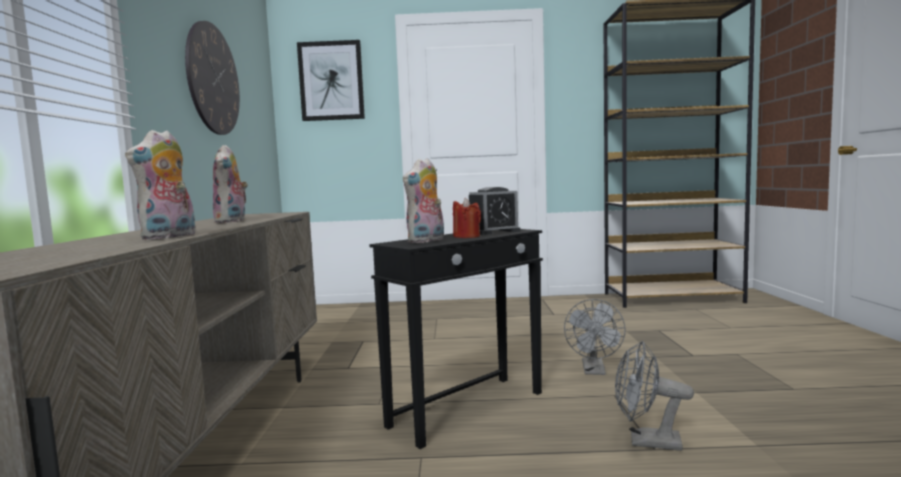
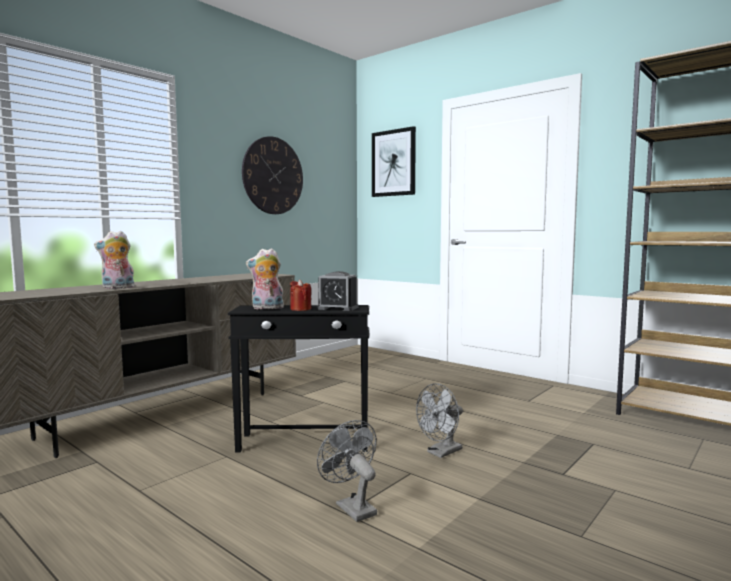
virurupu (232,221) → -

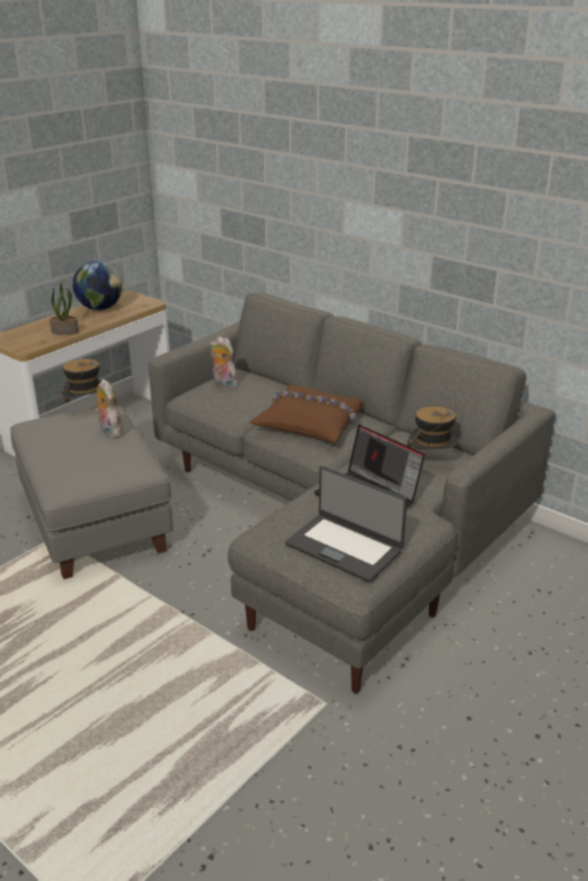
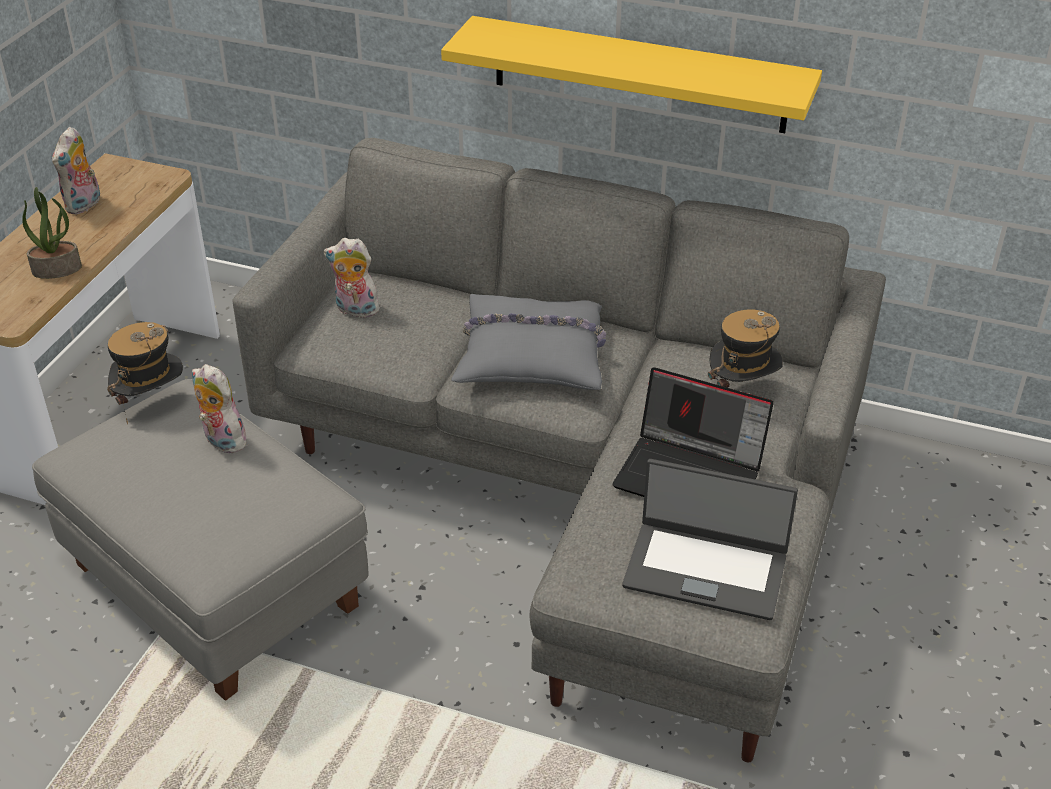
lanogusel (100,308) → virurupu (84,205)
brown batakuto (311,423) → grey batakuto (532,355)
- → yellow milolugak (639,75)

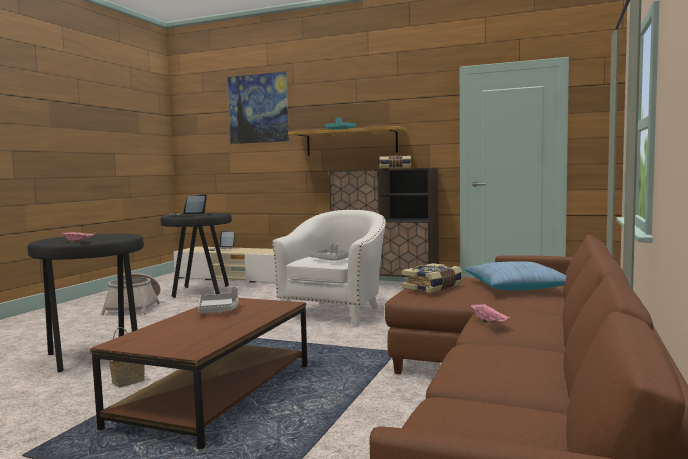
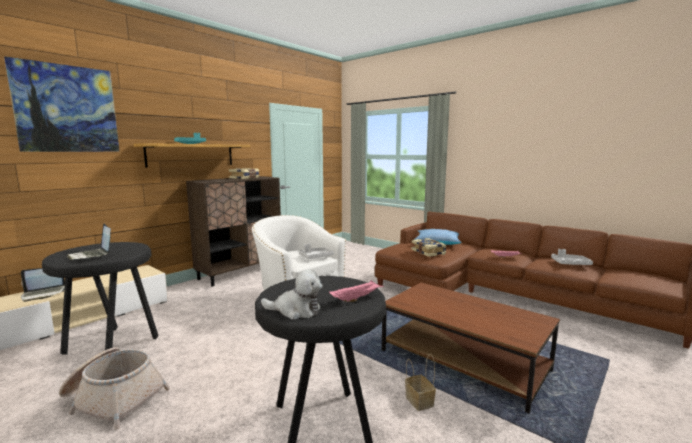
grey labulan (219,310) → grey labulan (570,264), relocated
- → virurupu (296,310)

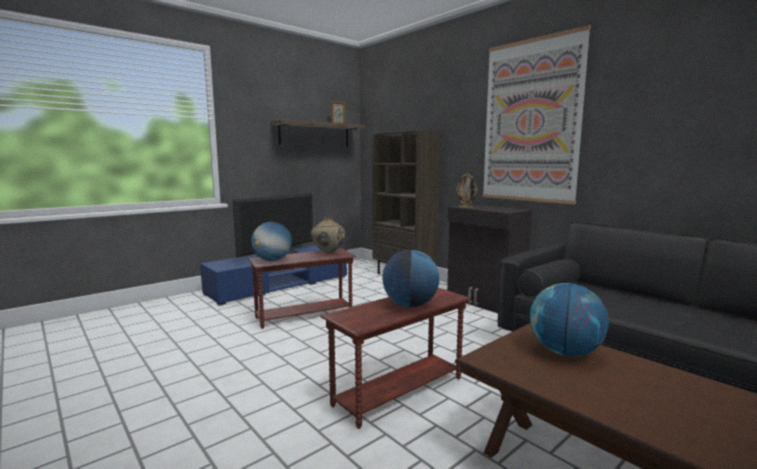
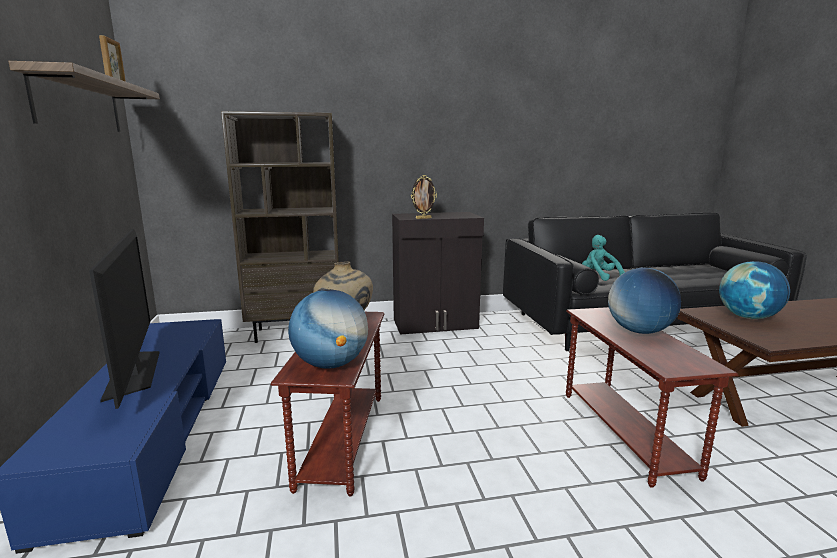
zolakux (530,122) → -
- → turquoise virurupu (599,276)

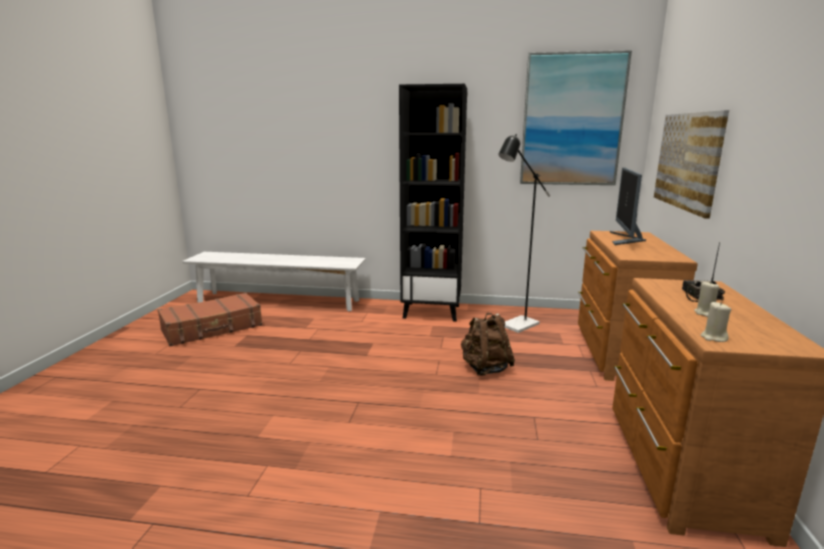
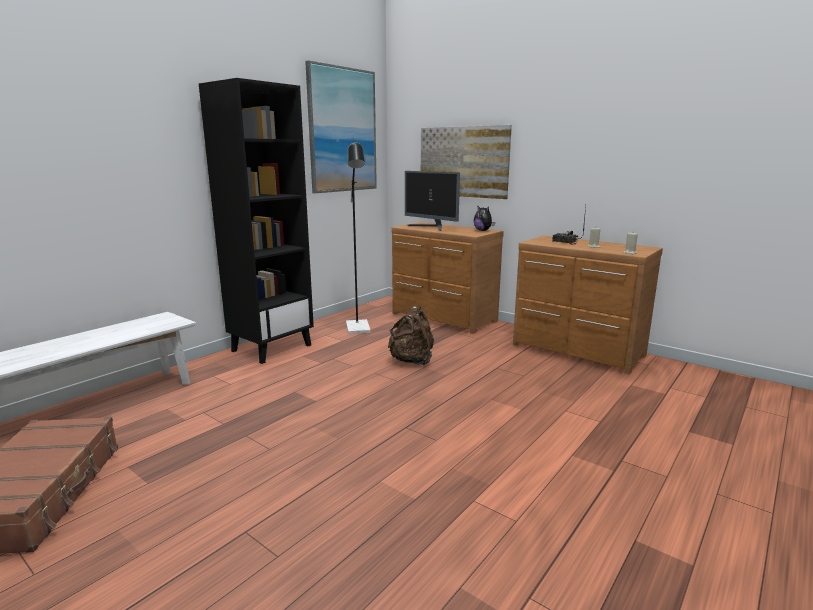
- → virurupu (483,230)

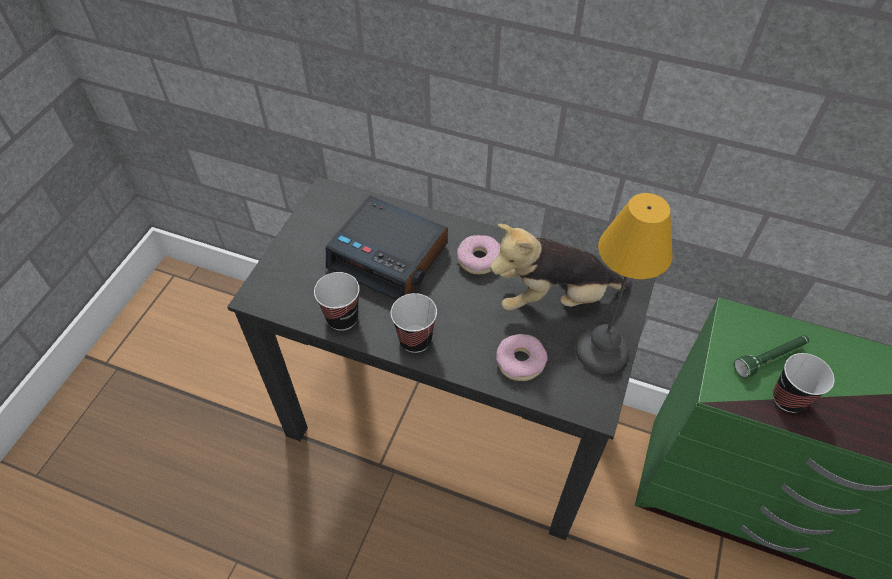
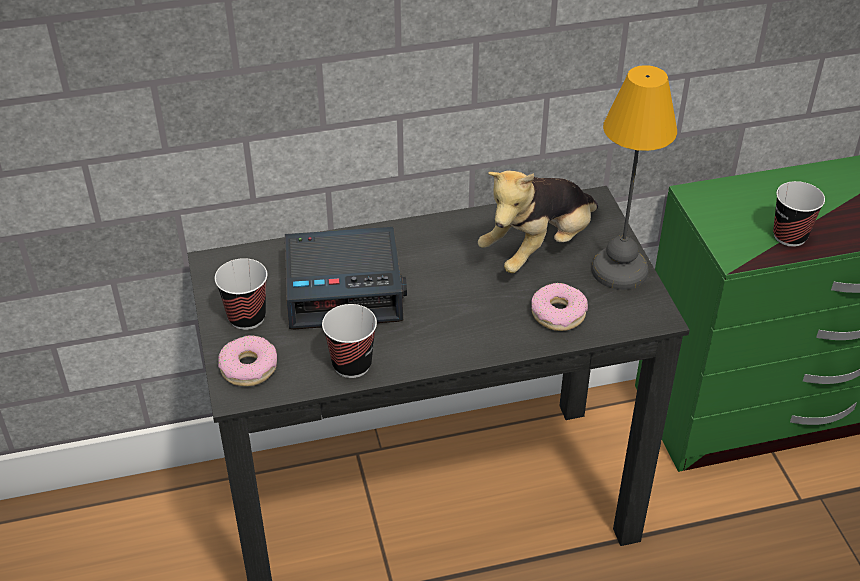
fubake (479,259) → fubake (248,367), relocated
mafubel (415,340) → mafubel (247,317), relocated
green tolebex (770,359) → -

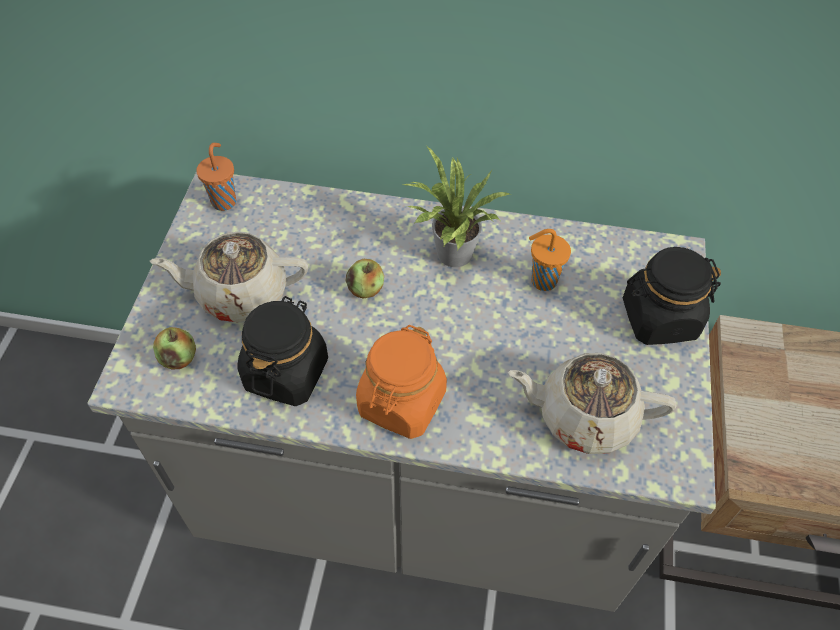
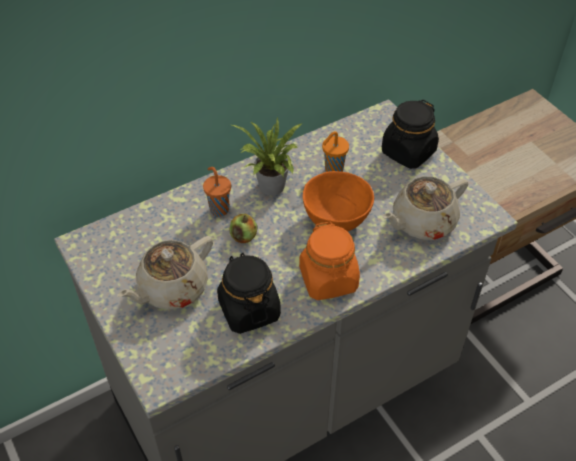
orange mafubel (224,201) → orange mafubel (218,209), relocated
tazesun (179,358) → -
- → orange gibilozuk (335,220)

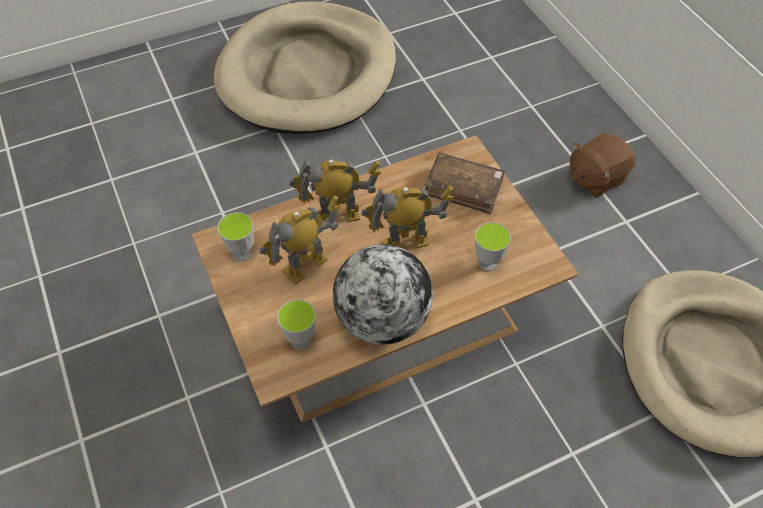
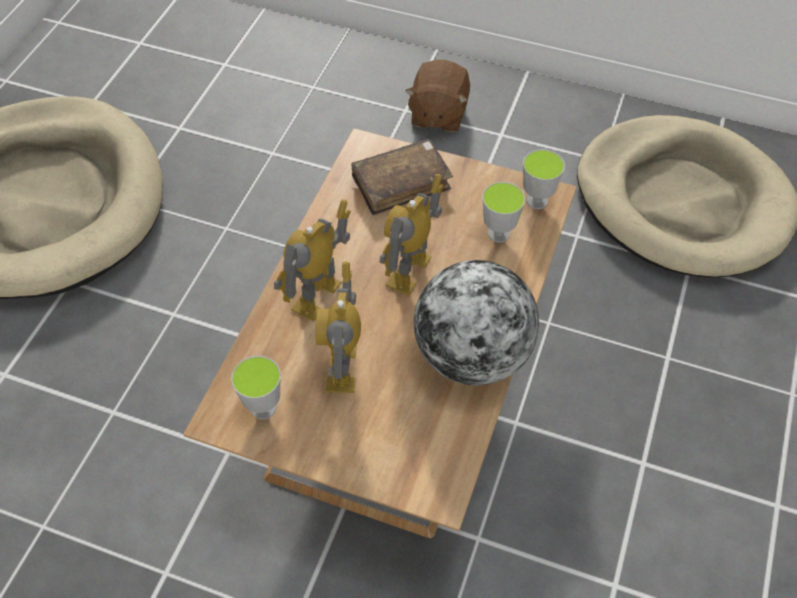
mafubel (300,340) → mafubel (537,201), relocated

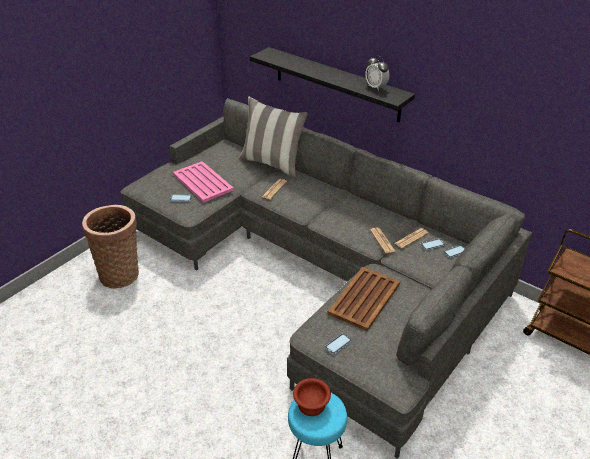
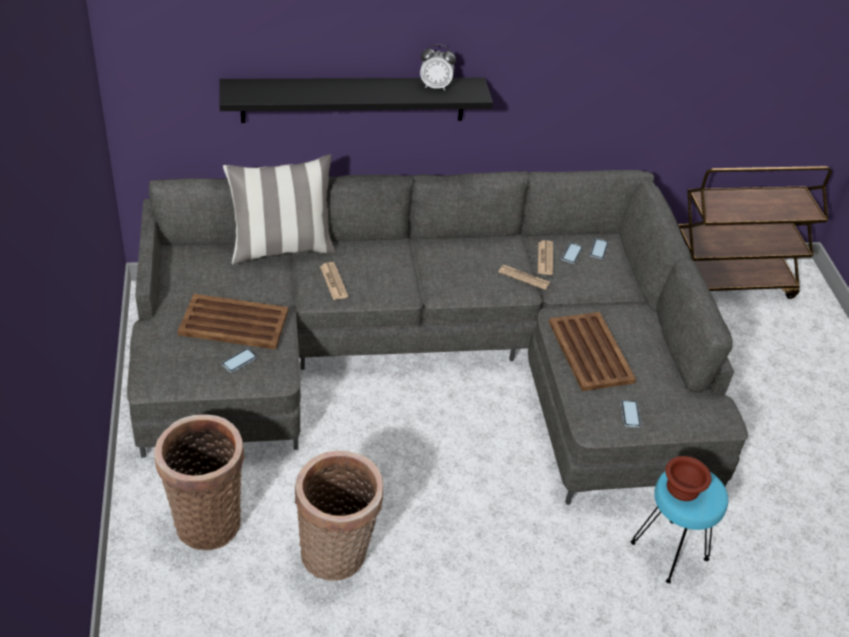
pink labulan (203,182) → brown labulan (235,323)
- → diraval (337,555)

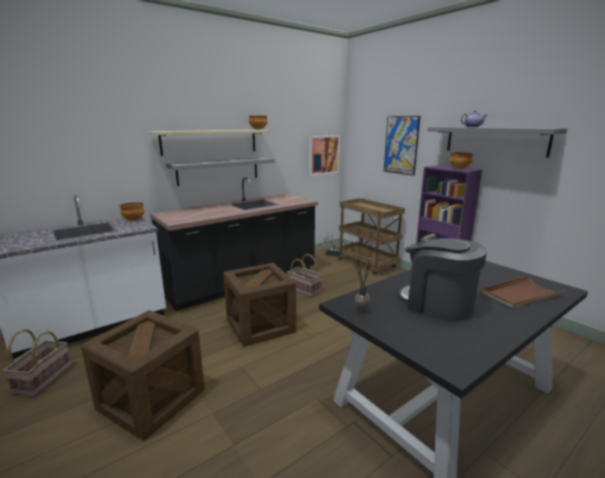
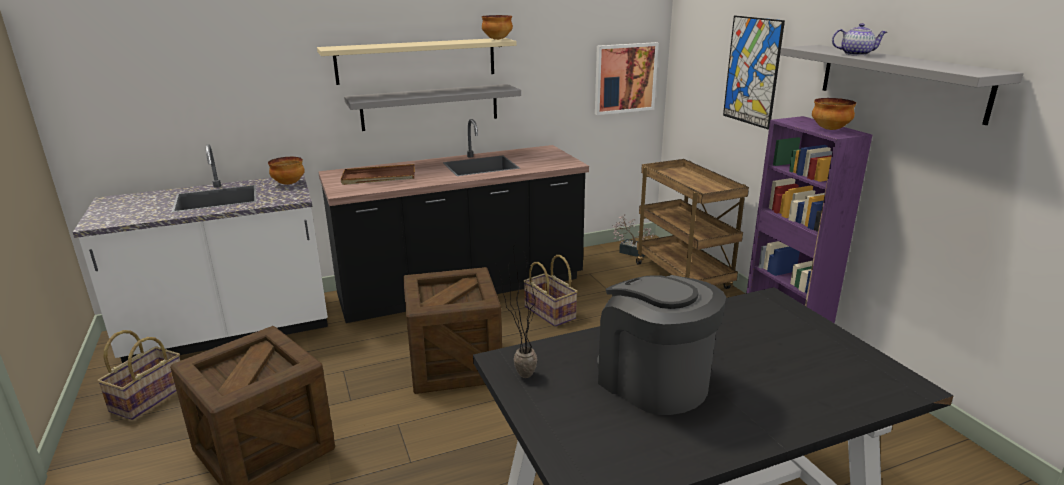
brown labulan (520,294) → brown labulan (378,177), relocated

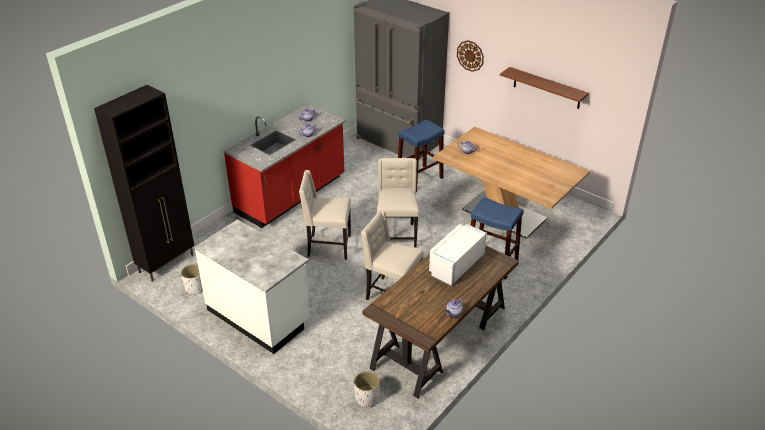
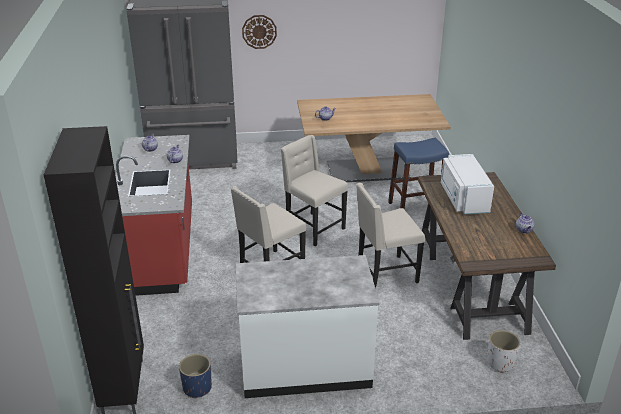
milolugak (546,88) → -
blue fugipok (420,179) → -
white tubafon (195,288) → blue tubafon (197,388)

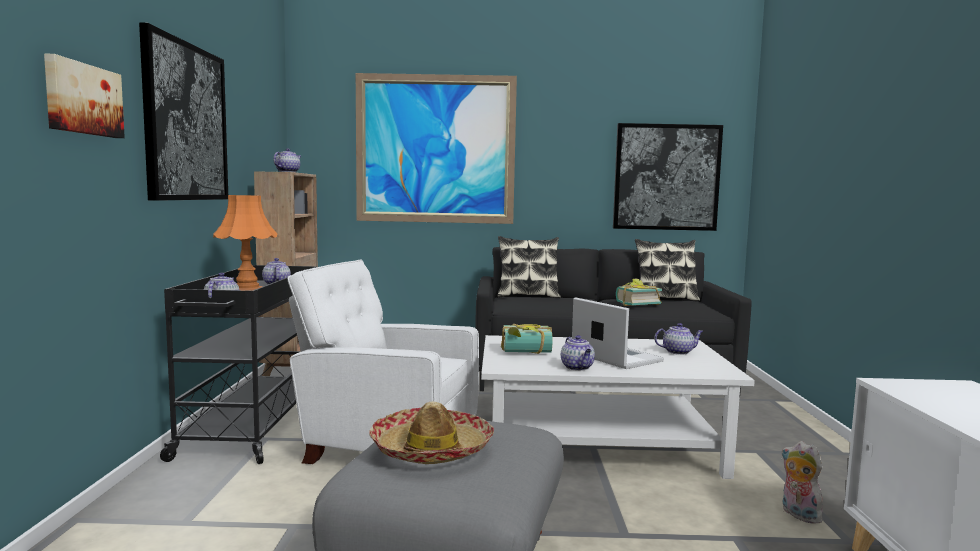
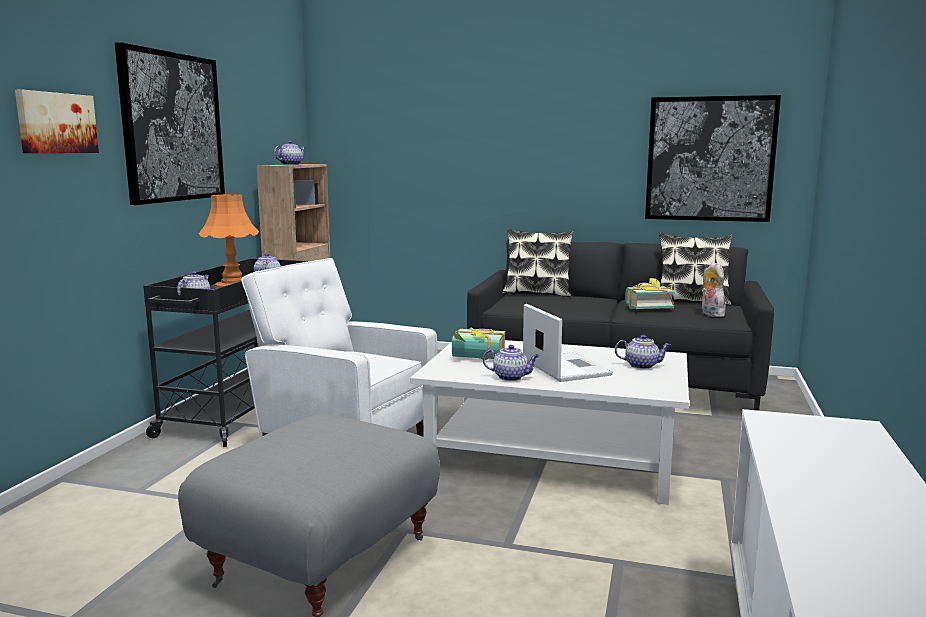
zolakux (435,149) → -
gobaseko (577,368) → gobaseko (511,377), 75 degrees counterclockwise
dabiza (432,449) → -
virurupu (798,515) → virurupu (710,314), relocated

